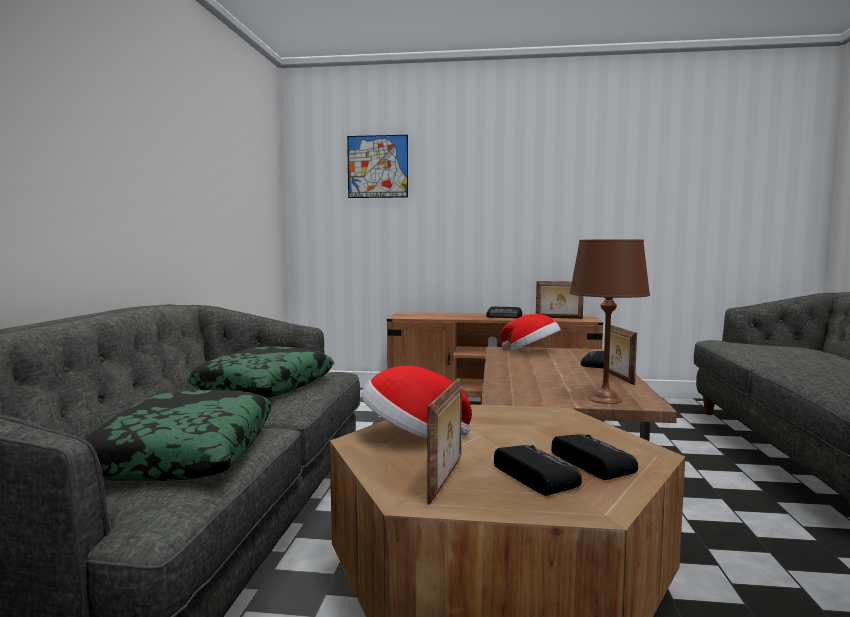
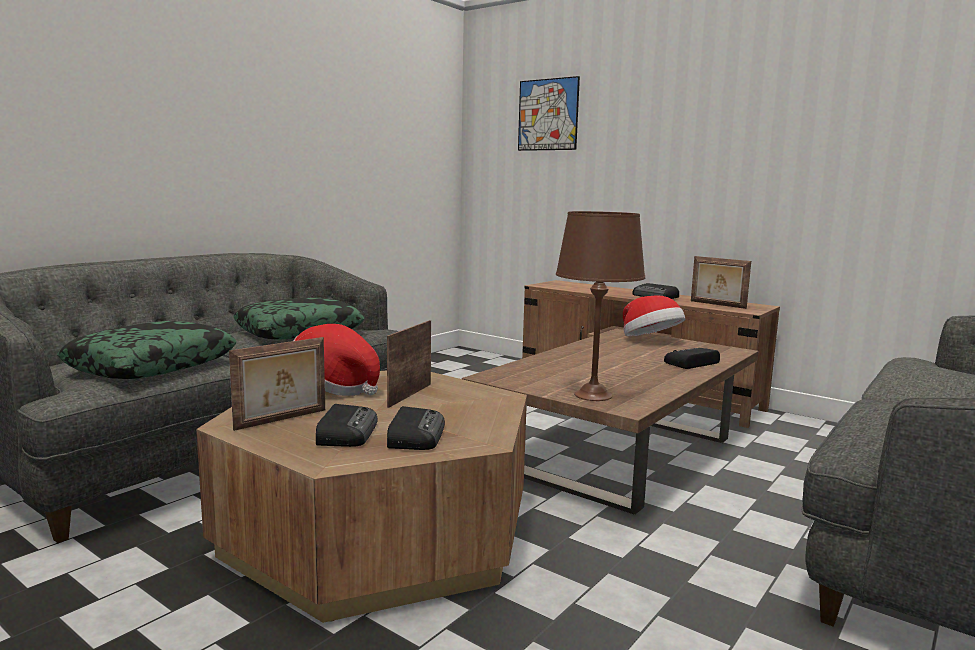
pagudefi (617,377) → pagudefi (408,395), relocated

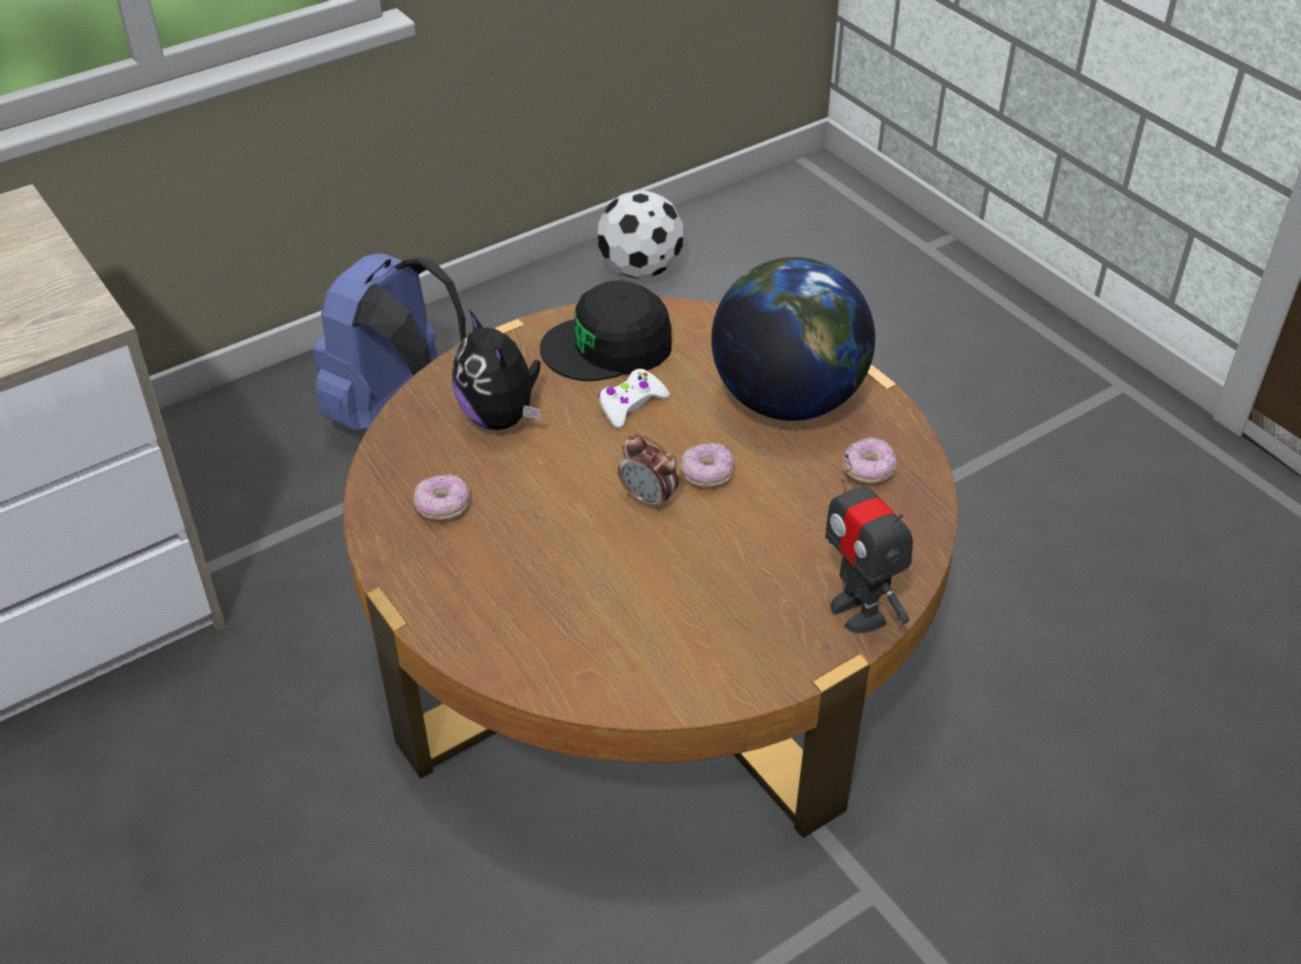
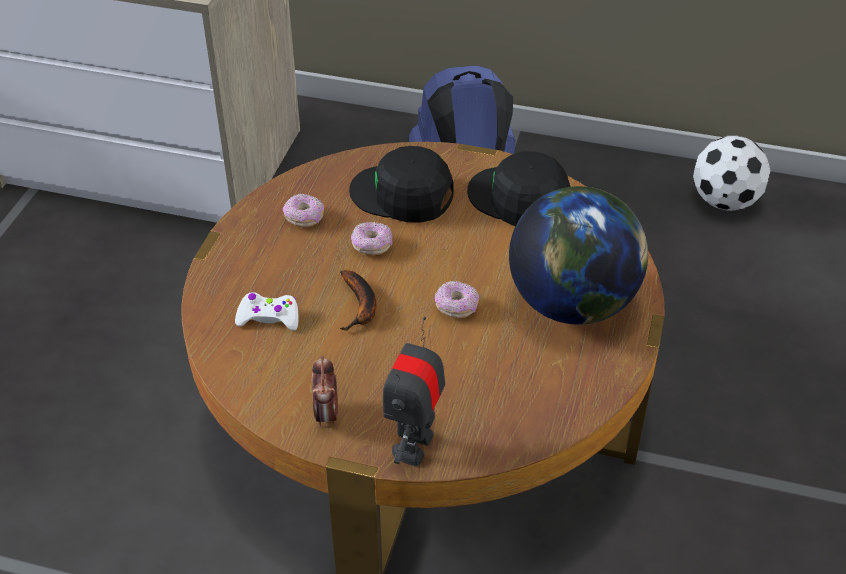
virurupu (501,417) → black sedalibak (403,194)
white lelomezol (631,405) → white lelomezol (269,317), relocated
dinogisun (649,499) → dinogisun (326,414), relocated
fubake (868,471) → fubake (372,246), relocated
- → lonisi (360,306)

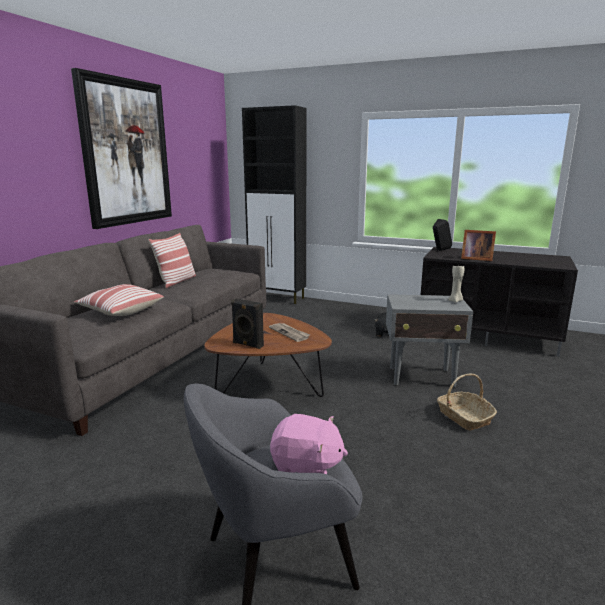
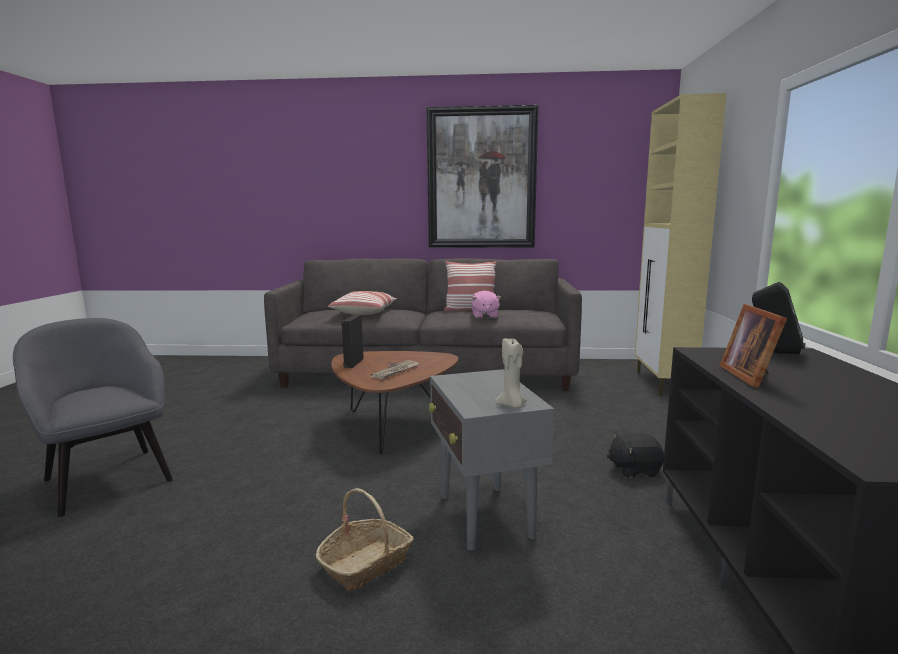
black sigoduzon (278,298) → beige sigoduzon (663,384)
pink virurupu (306,466) → pink virurupu (484,316), relocated

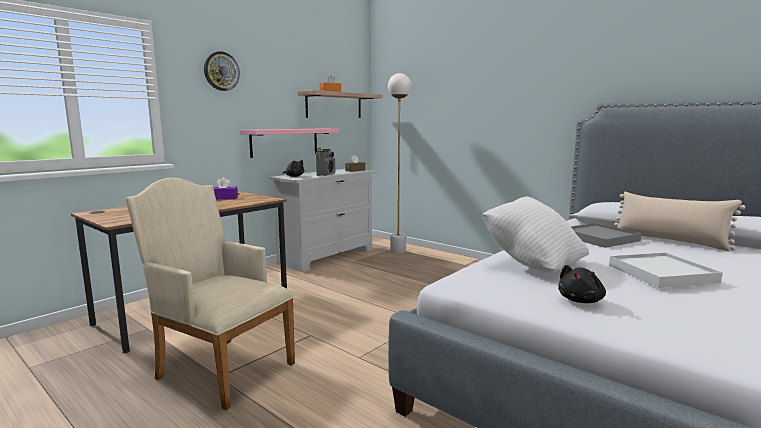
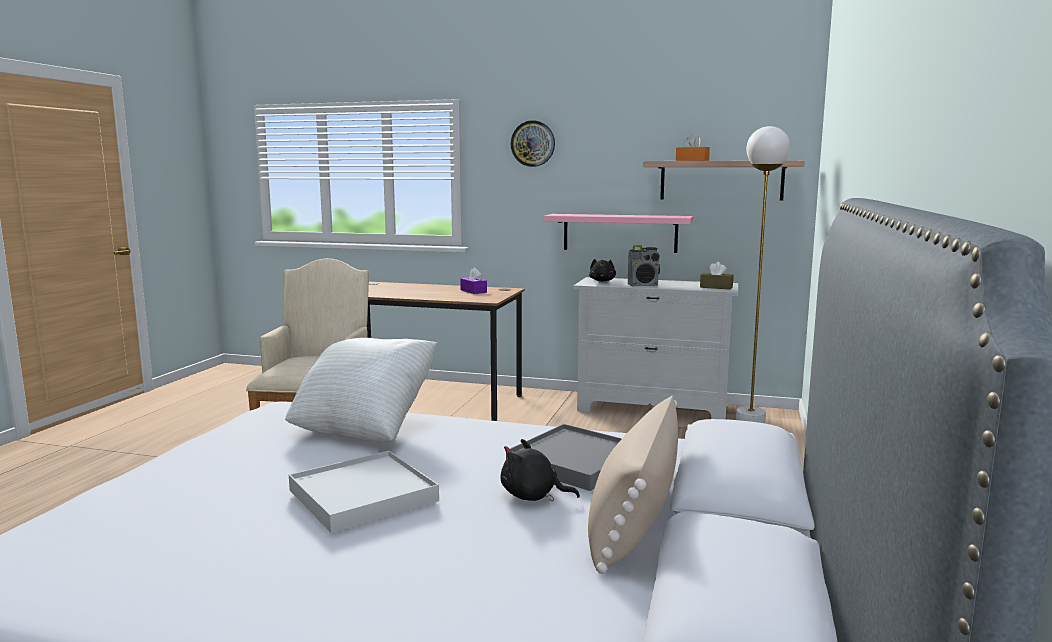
black virurupu (581,300) → black virurupu (533,496), relocated

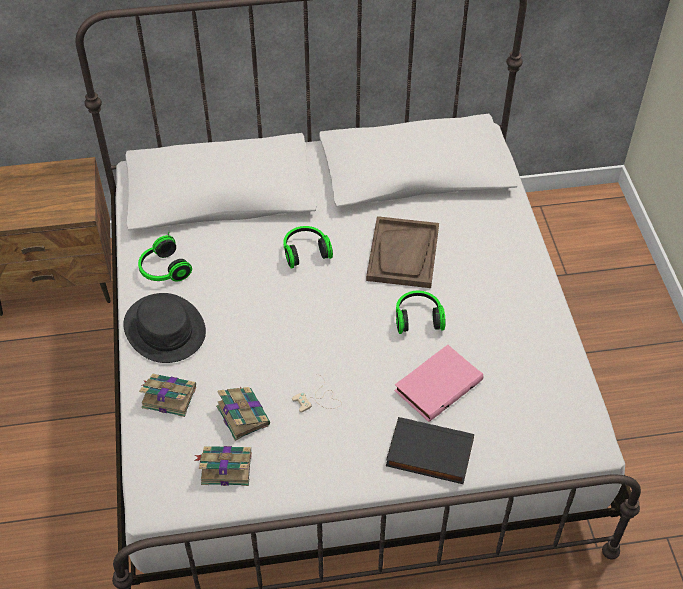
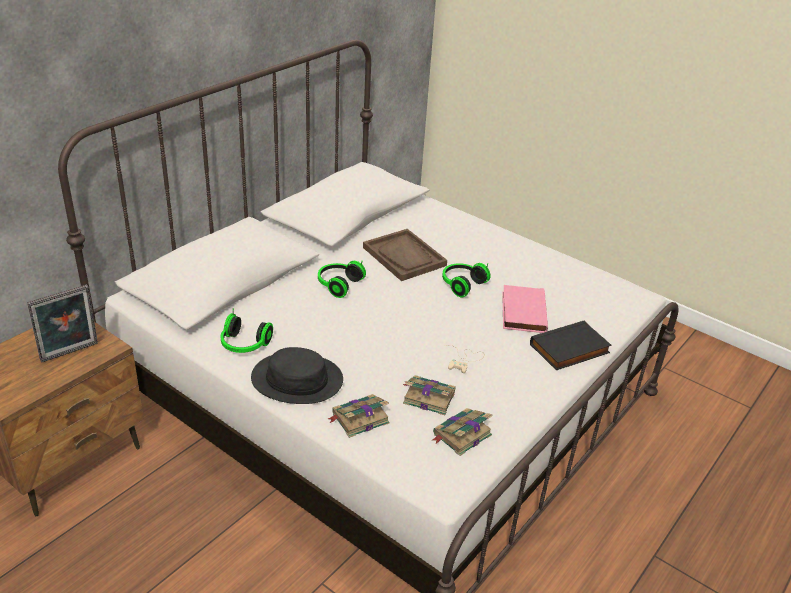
- → pagudefi (70,353)

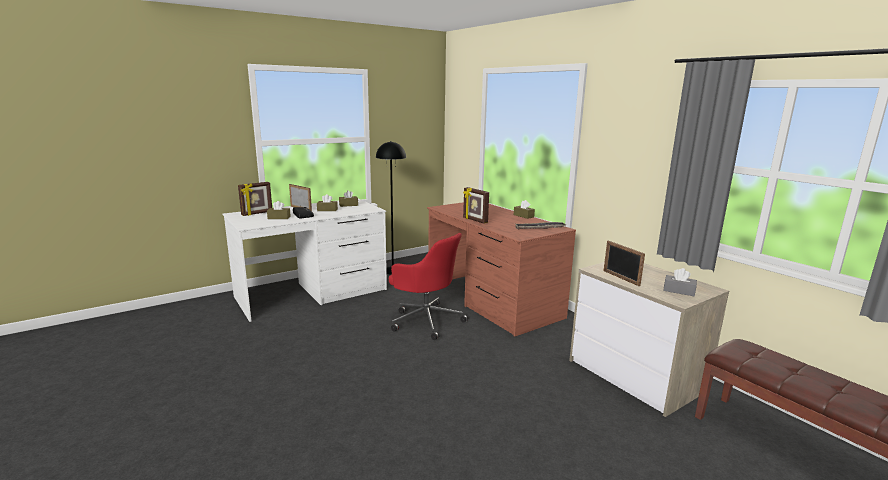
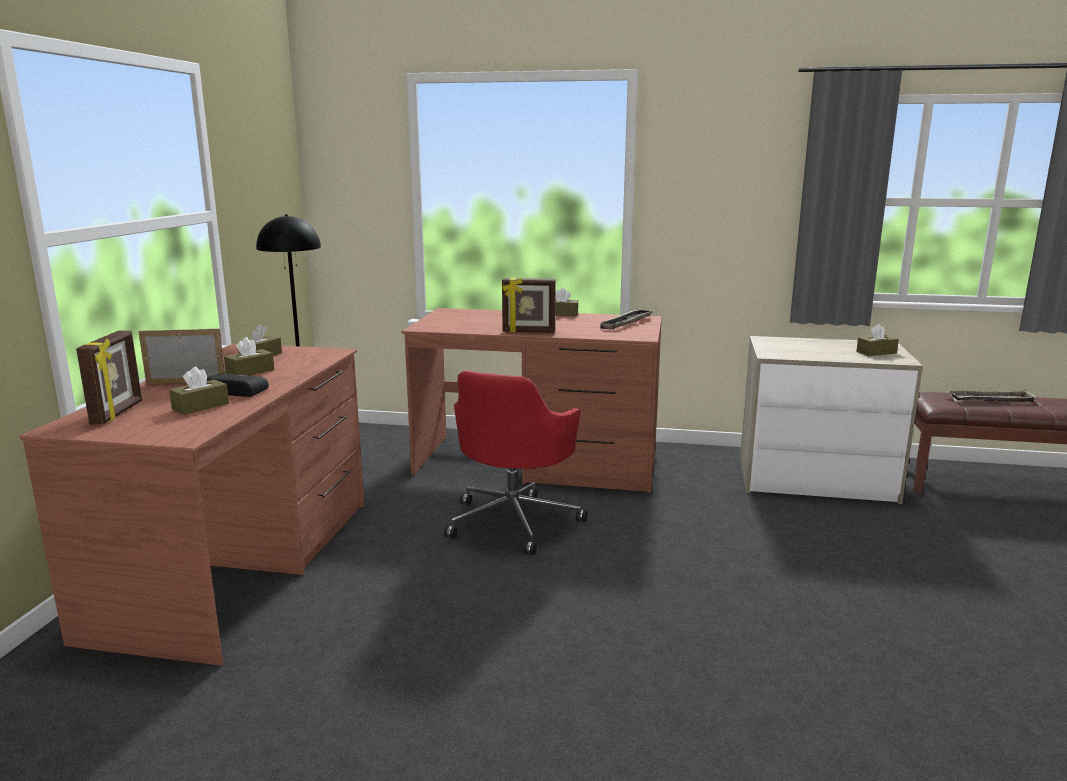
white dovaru (312,293) → brown dovaru (240,564)
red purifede (426,320) → red purifede (514,521), 120 degrees clockwise
pagudefi (620,278) → -
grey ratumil (679,291) → brown ratumil (876,352)
- → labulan (991,400)

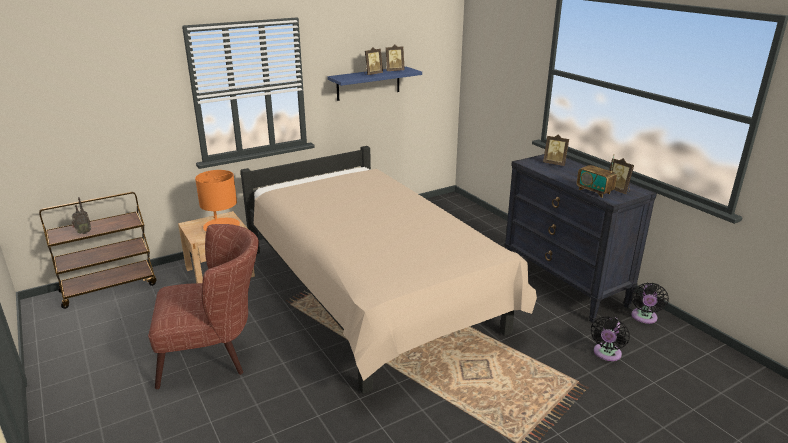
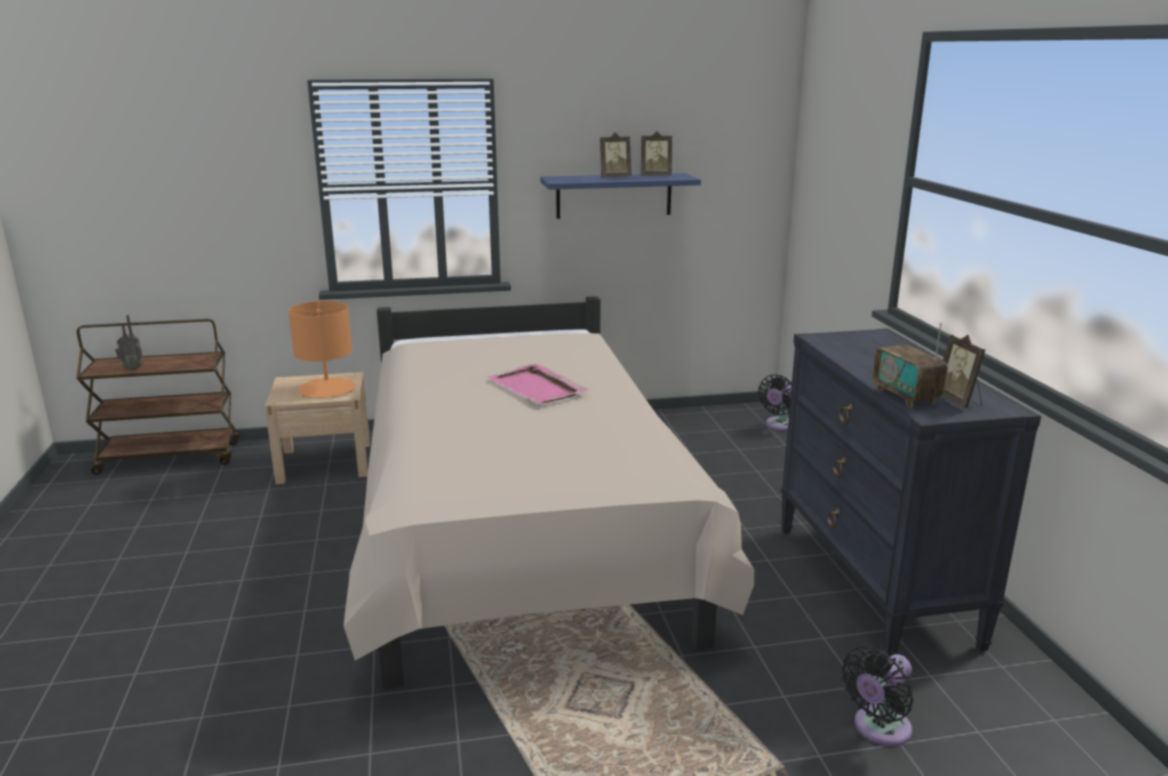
pagudefi (555,163) → -
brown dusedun (214,353) → -
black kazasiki (644,318) → black kazasiki (779,425), relocated
- → pink labulan (537,388)

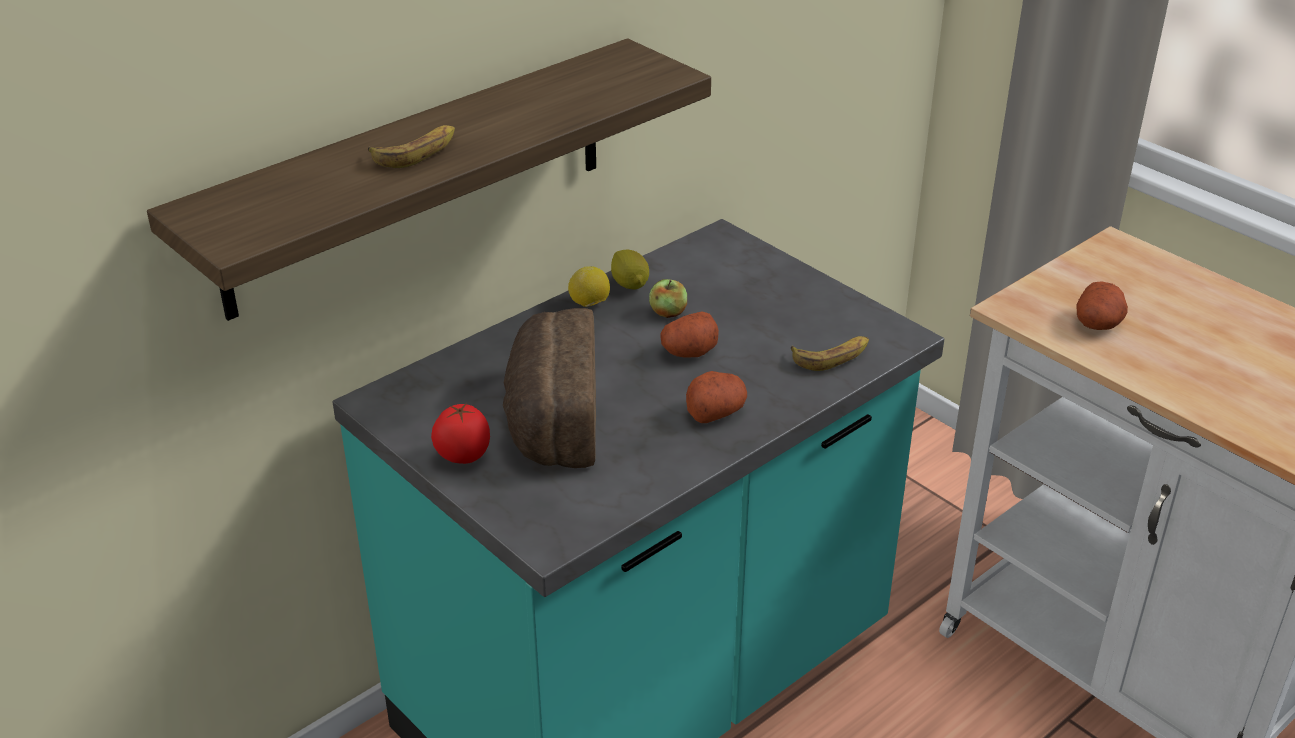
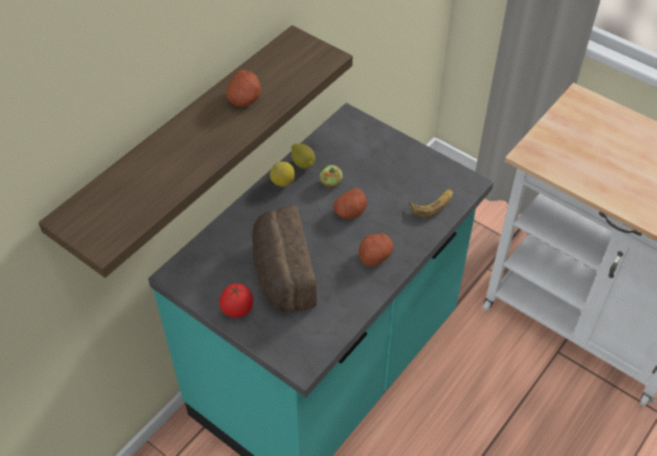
lonisi (417,152) → -
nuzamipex (1098,323) → nuzamipex (244,99), relocated

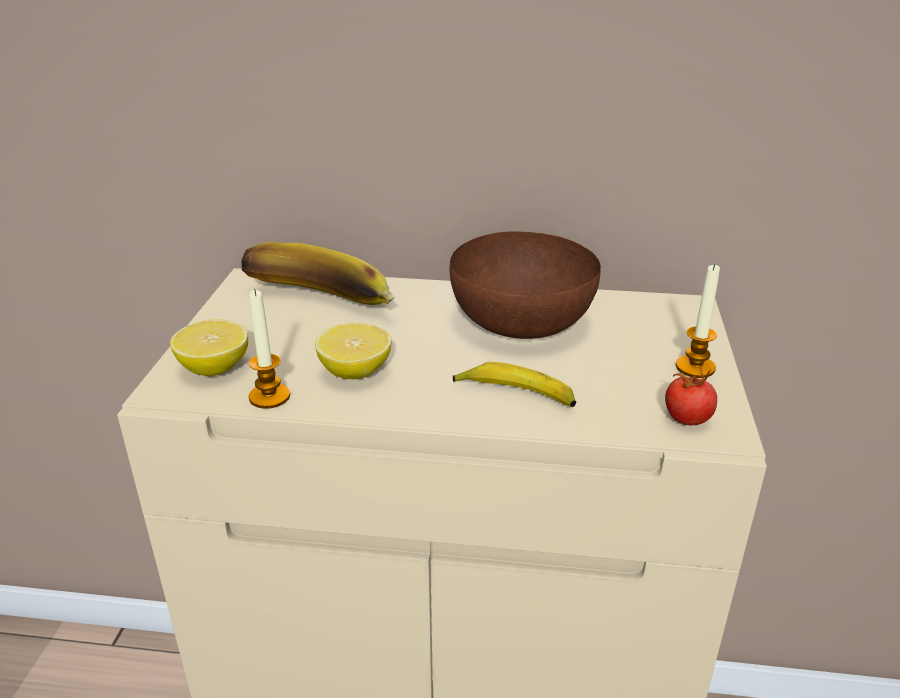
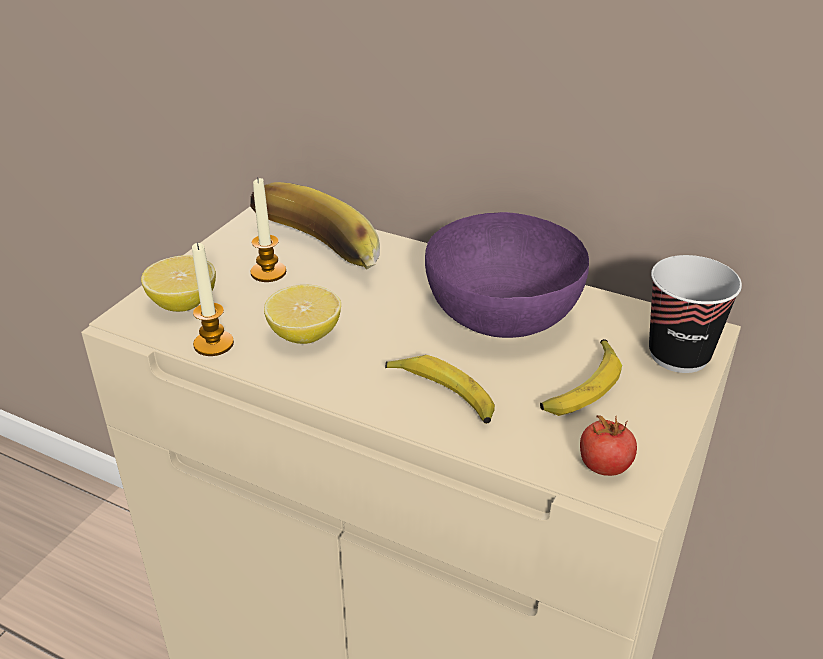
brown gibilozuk (519,320) → purple gibilozuk (500,312)
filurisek (695,367) → filurisek (268,272), relocated
- → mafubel (679,355)
- → lonisi (582,387)

